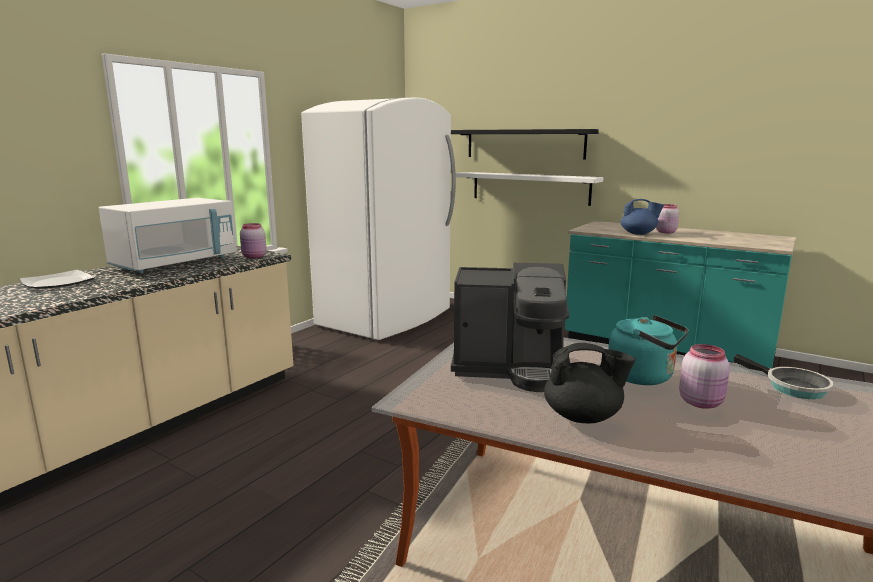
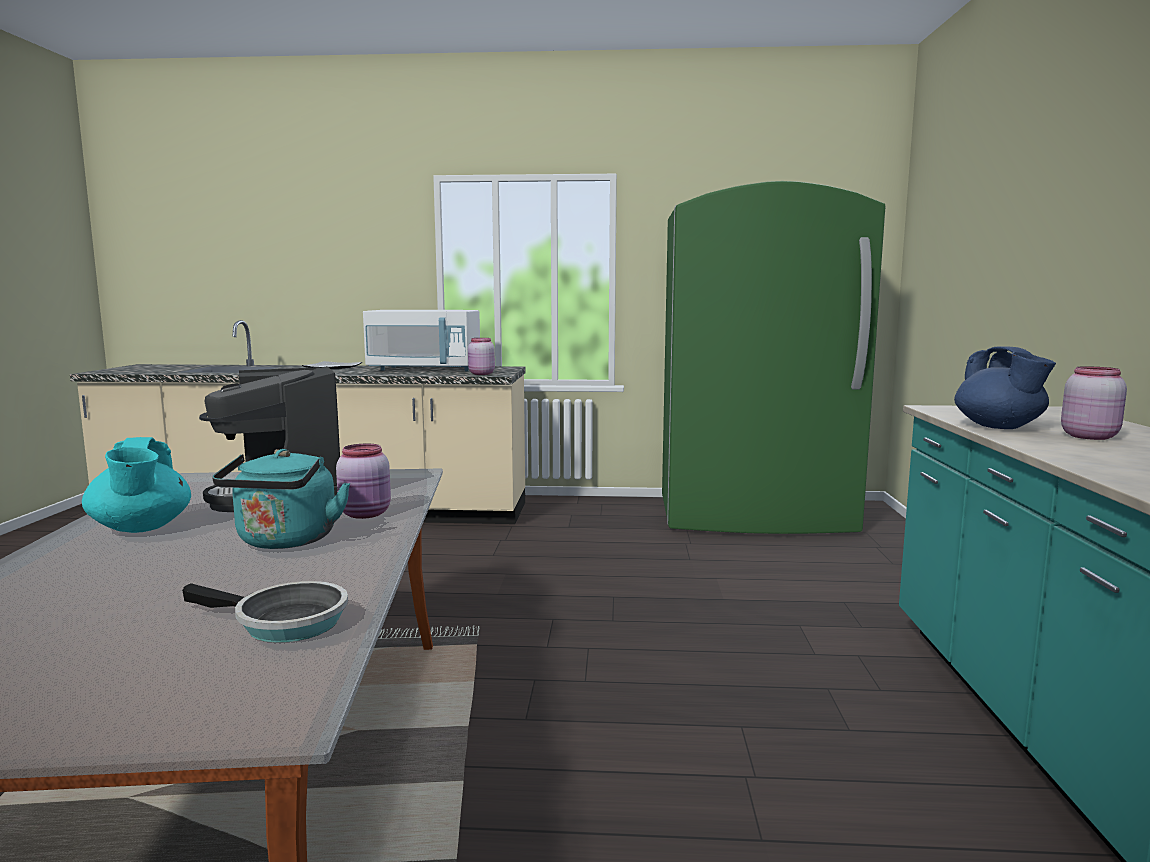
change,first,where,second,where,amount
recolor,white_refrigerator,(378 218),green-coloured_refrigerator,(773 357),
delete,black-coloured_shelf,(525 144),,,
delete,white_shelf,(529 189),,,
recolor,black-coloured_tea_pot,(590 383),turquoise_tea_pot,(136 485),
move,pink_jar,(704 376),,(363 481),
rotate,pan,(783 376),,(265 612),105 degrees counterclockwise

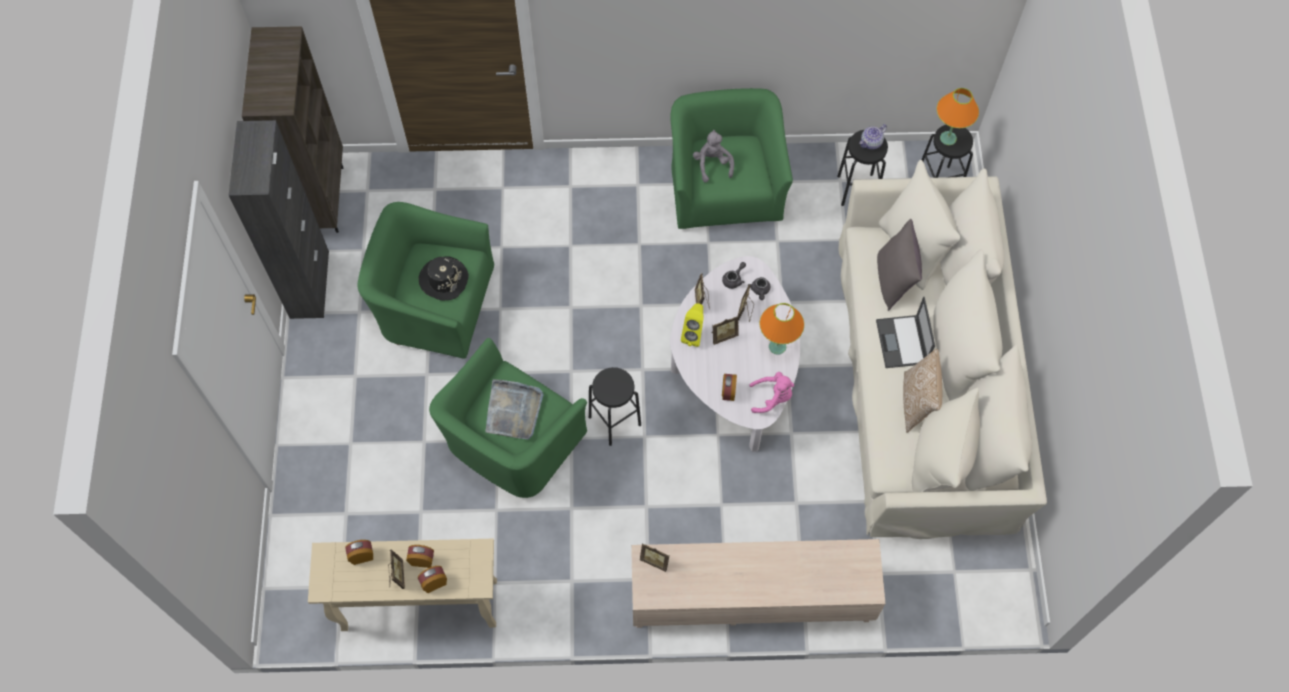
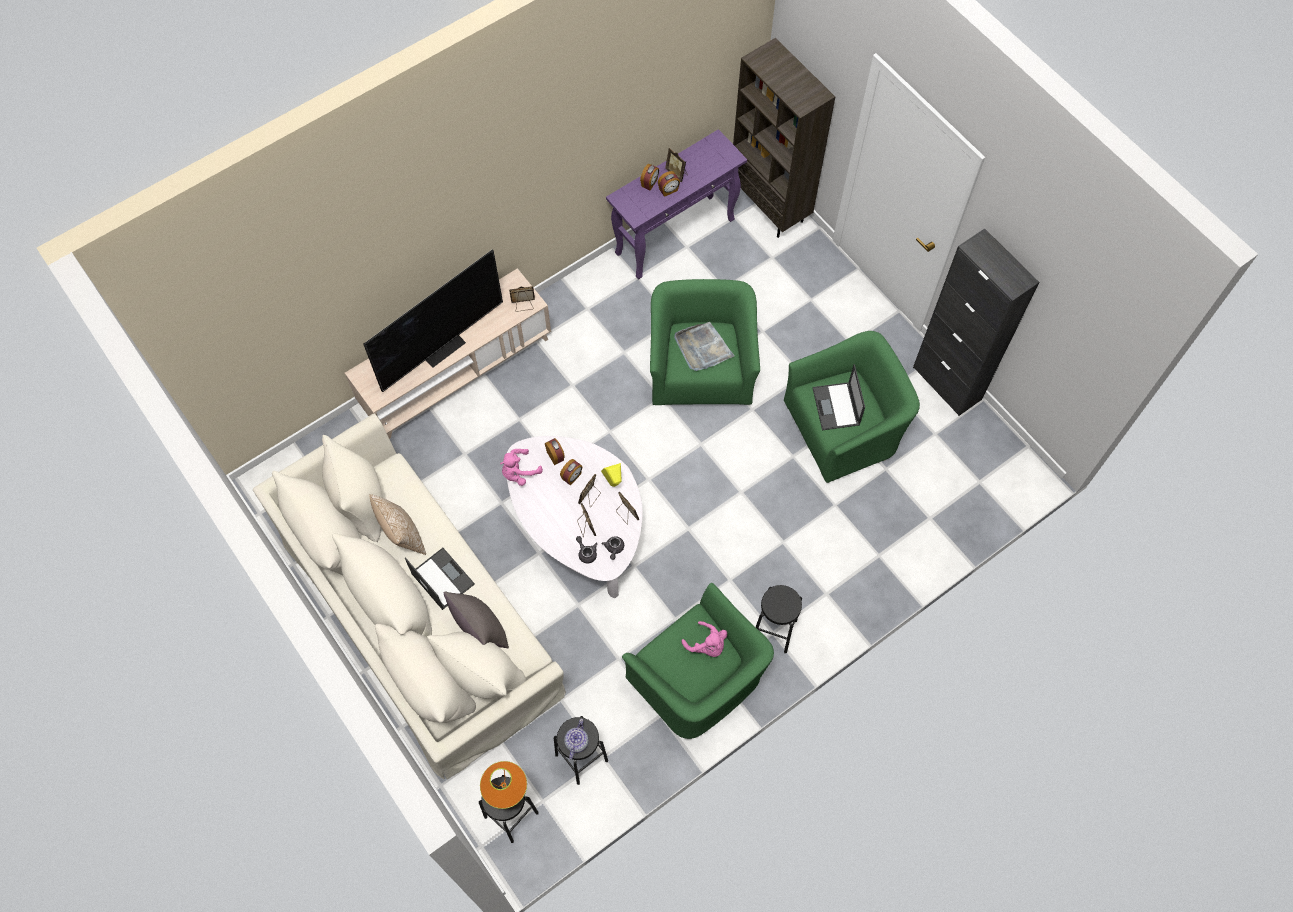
change,first,where,second,where,amount
move,brownish_bookshelf,(292 129),,(784 138),
recolor,gray_soft_toy,(713 156),pink_soft_toy,(704 639),
replace,black-coloured_hat,(444 278),laptop,(839 397),
delete,orangey_tabletop_lamp,(781 329),,,
move,black-coloured_stool,(615 406),,(779 619),
recolor,sand-coloured_narrow_table,(402 585),purplish_narrow_table,(676 204),
move,alarm_clock,(359 552),,(571 472),
insert,,,TV_set,(433 320),

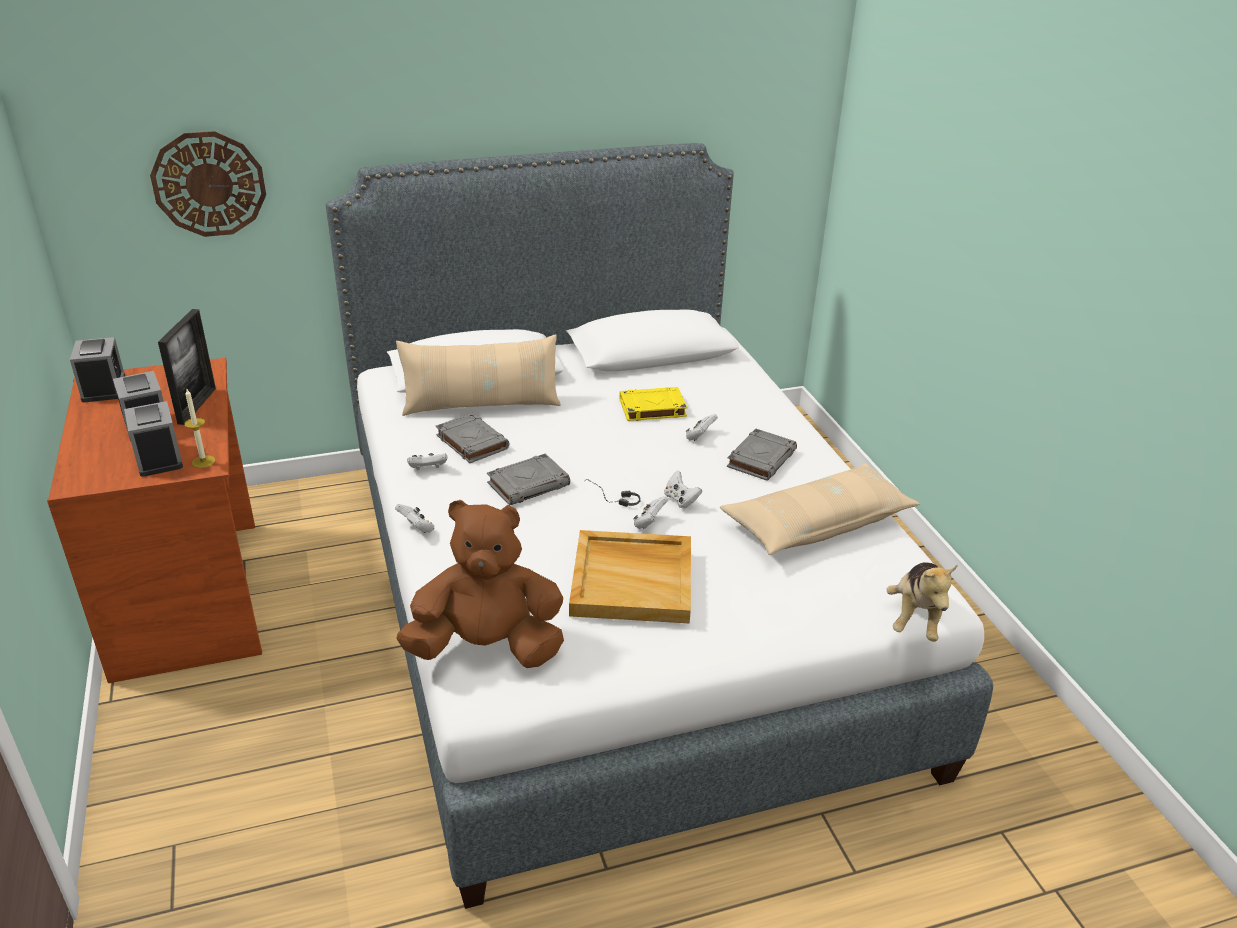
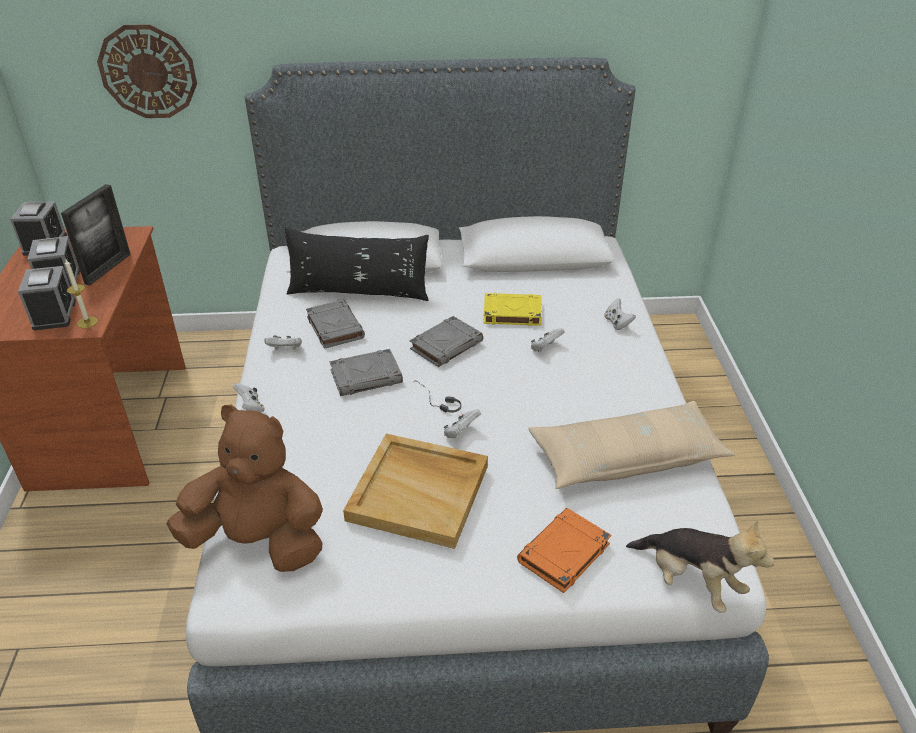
change,first,where,second,where,amount
recolor,sand-coloured_cushion,(478 375),black-coloured_cushion,(356 264),
move,gray_volume,(762 455),,(446 341),
move,white_gamepad,(683 489),,(619 314),
rotate,soft_toy,(922 602),,(700 566),75 degrees counterclockwise
insert,,,orangey_volume,(564 550),

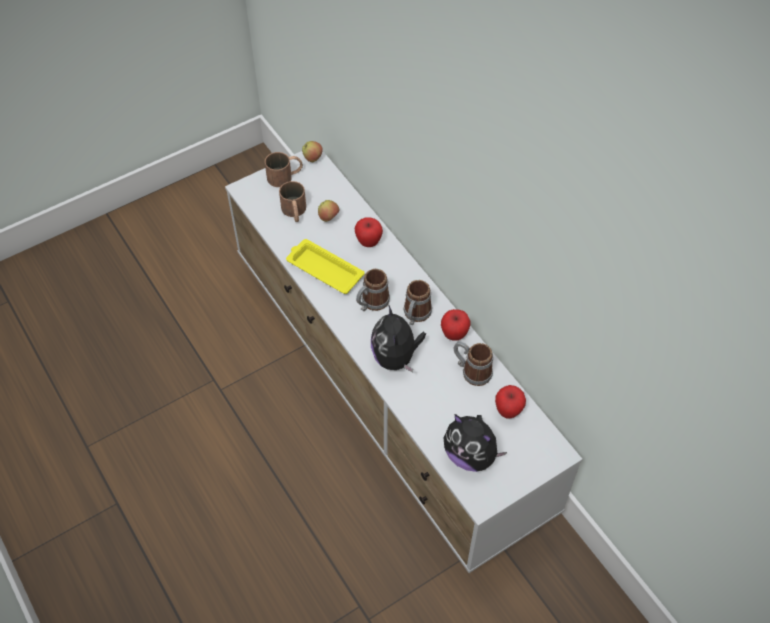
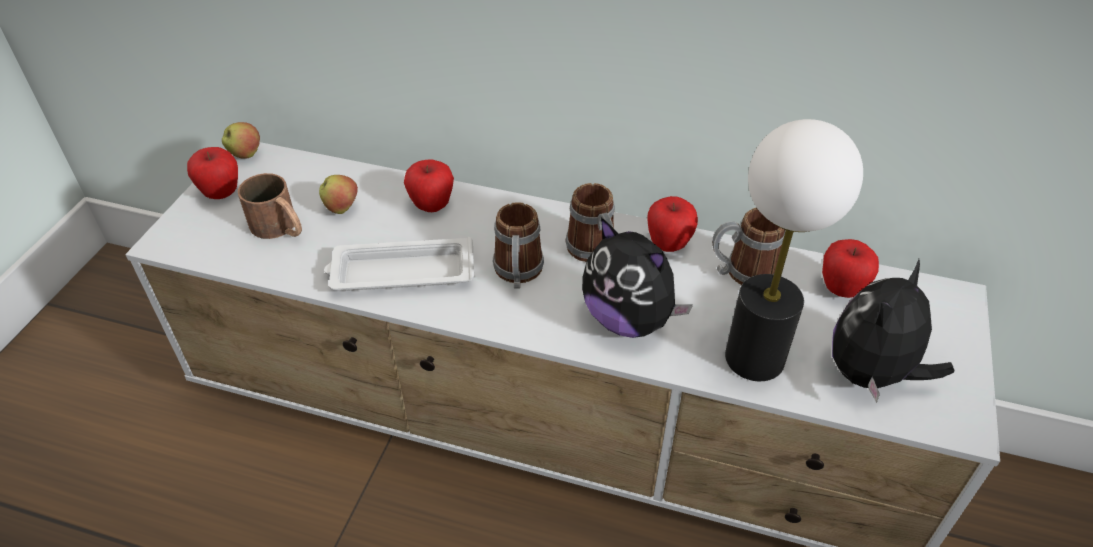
change,first,where,second,where,amount
replace,brownish_tea_mug,(284 169),apple,(212 173),
recolor,yellow-coloured_tray,(325 266),white_tray,(399 264),
rotate,soft_toy,(475 443),,(893 331),135 degrees clockwise
insert,,,tabletop_lamp,(794 250),

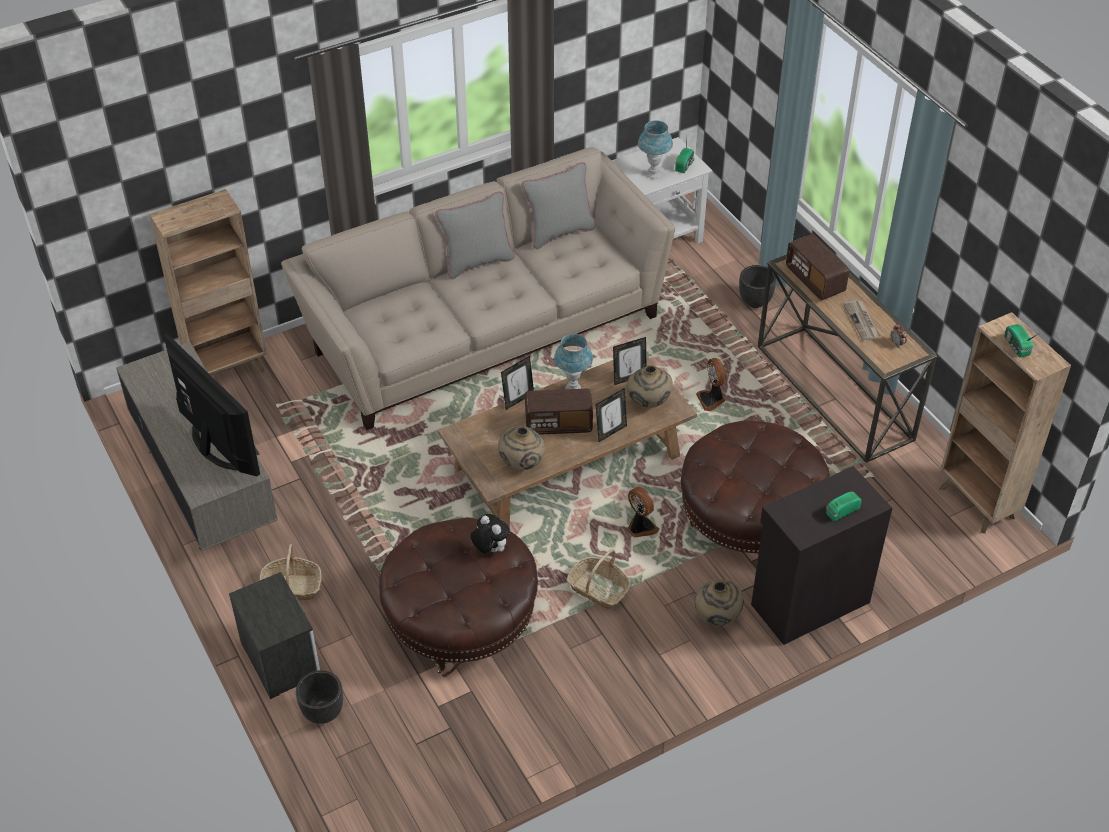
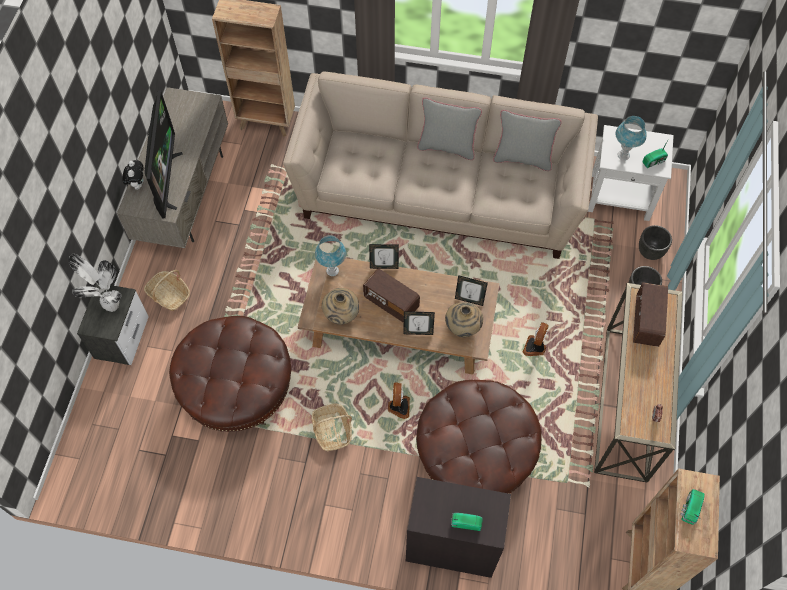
change,first,where,second,where,amount
delete,printed_paper,(862 320),,,
move,blue-coloured_tabletop_lamp,(573 361),,(330 255),
move,soft_toy,(490 533),,(133 175),
delete,sand-coloured_decorative_vase,(719 602),,,
move,black-coloured_flower_pot,(319 697),,(655 242),
insert,,,plant_in_a_pot,(95 283),

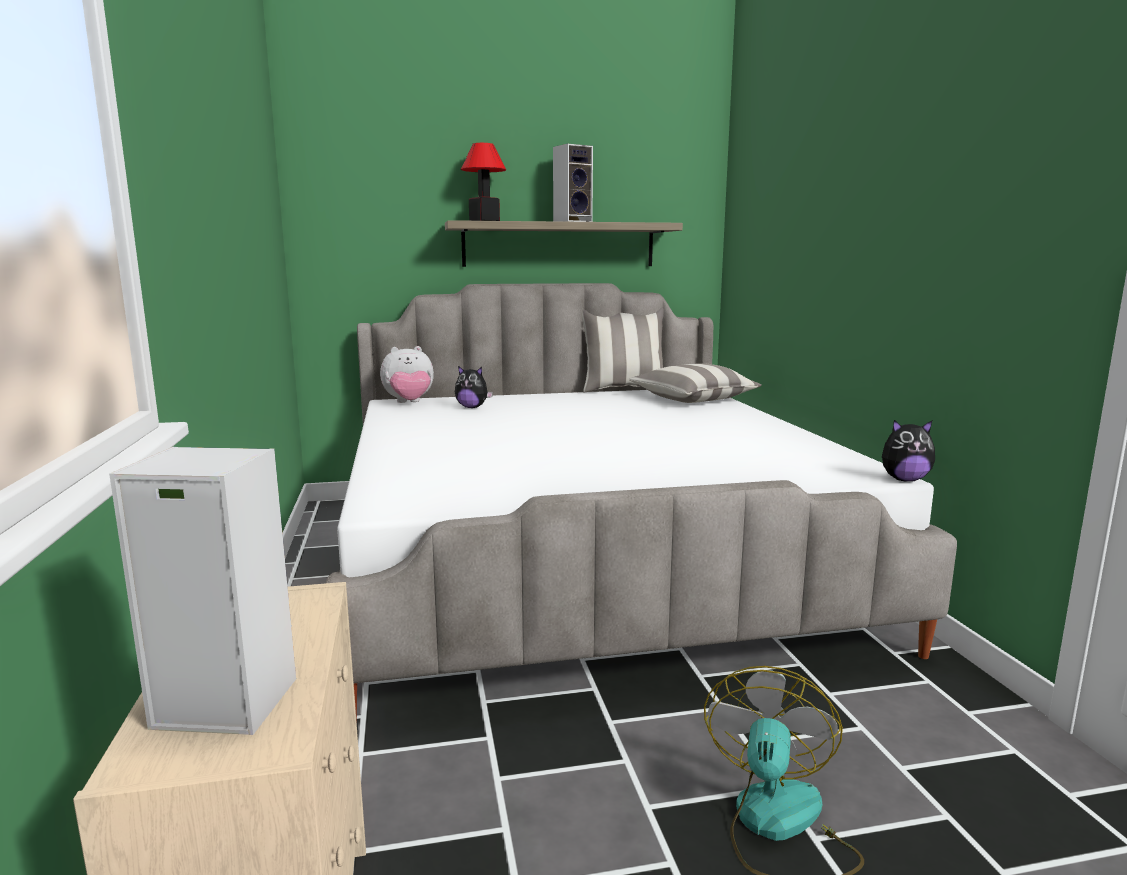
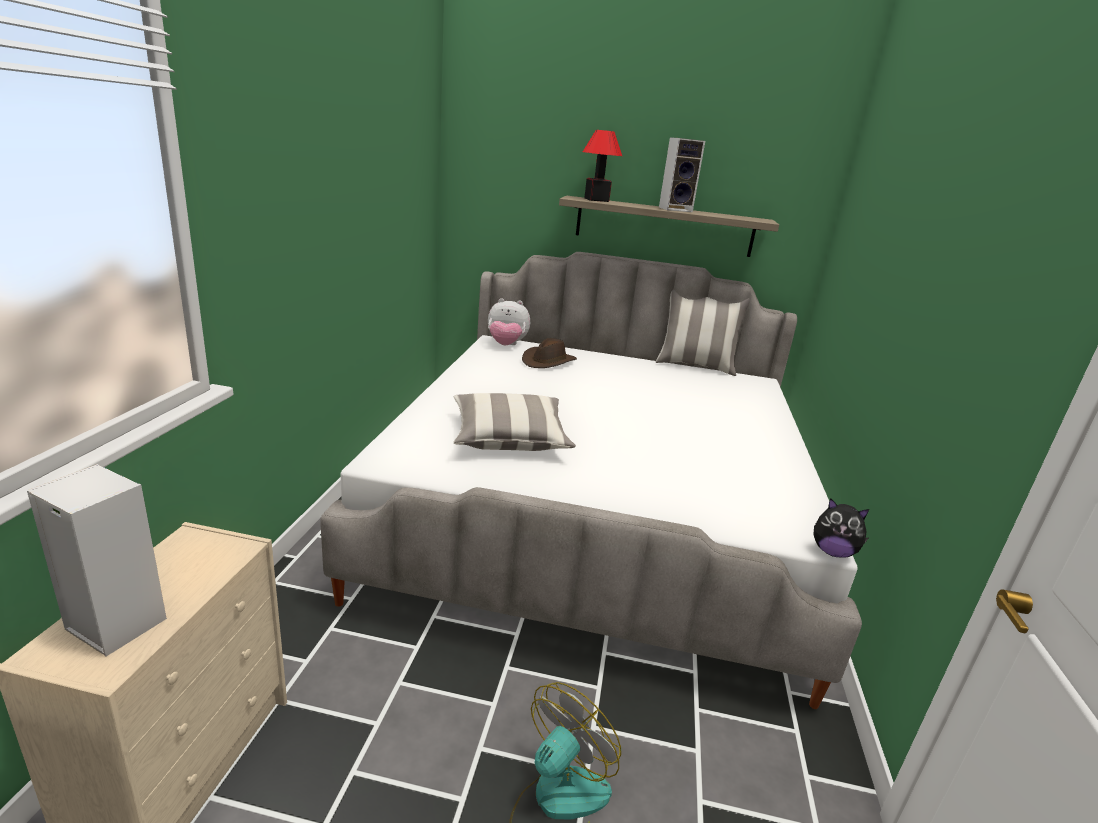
change,first,where,second,where,amount
move,cushion,(695 383),,(514 422),
replace,soft_toy,(474 387),brownish_hat,(549 353),

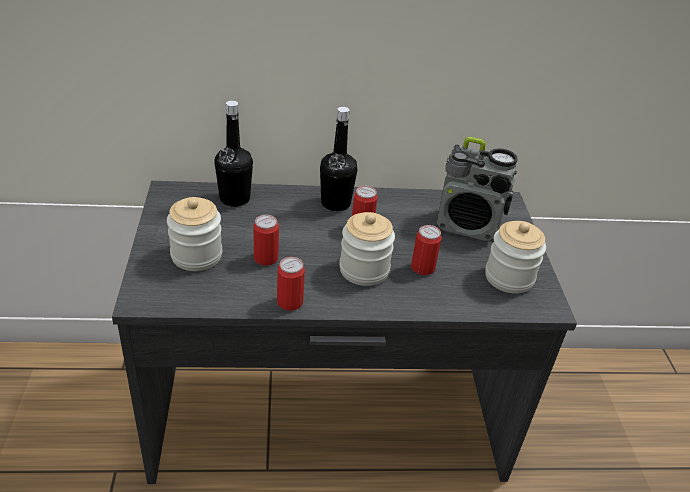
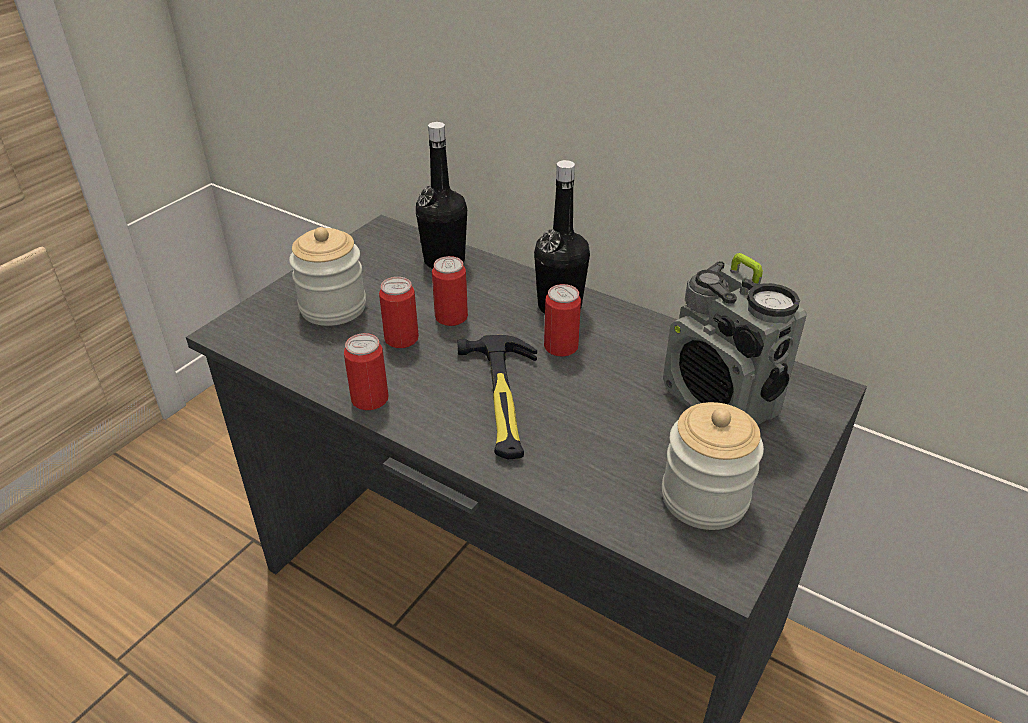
change,first,where,second,where,amount
replace,jar,(367 249),hand_hammer,(497 397),
move,sealed_can,(426 250),,(450 291),

